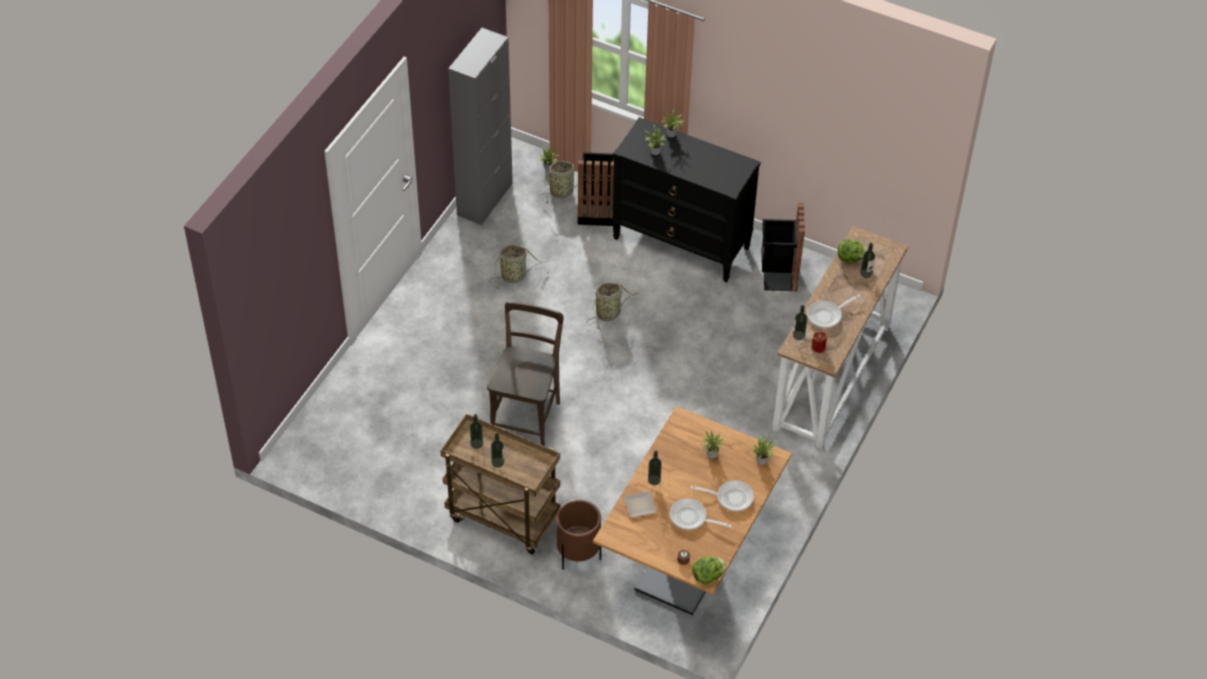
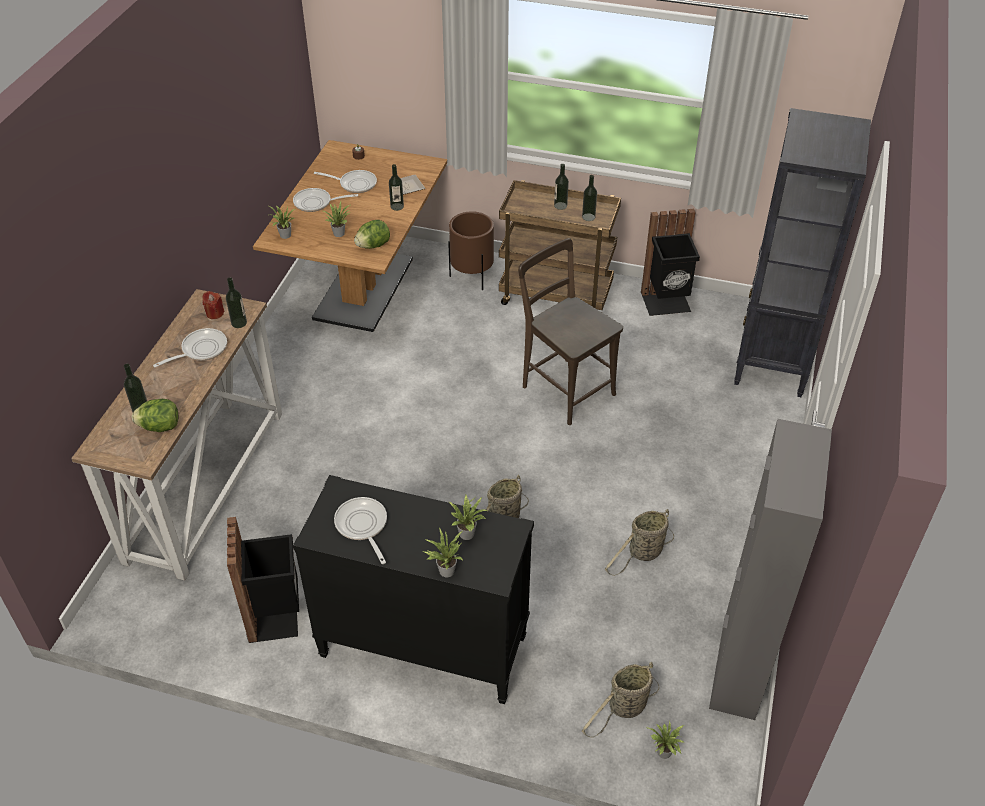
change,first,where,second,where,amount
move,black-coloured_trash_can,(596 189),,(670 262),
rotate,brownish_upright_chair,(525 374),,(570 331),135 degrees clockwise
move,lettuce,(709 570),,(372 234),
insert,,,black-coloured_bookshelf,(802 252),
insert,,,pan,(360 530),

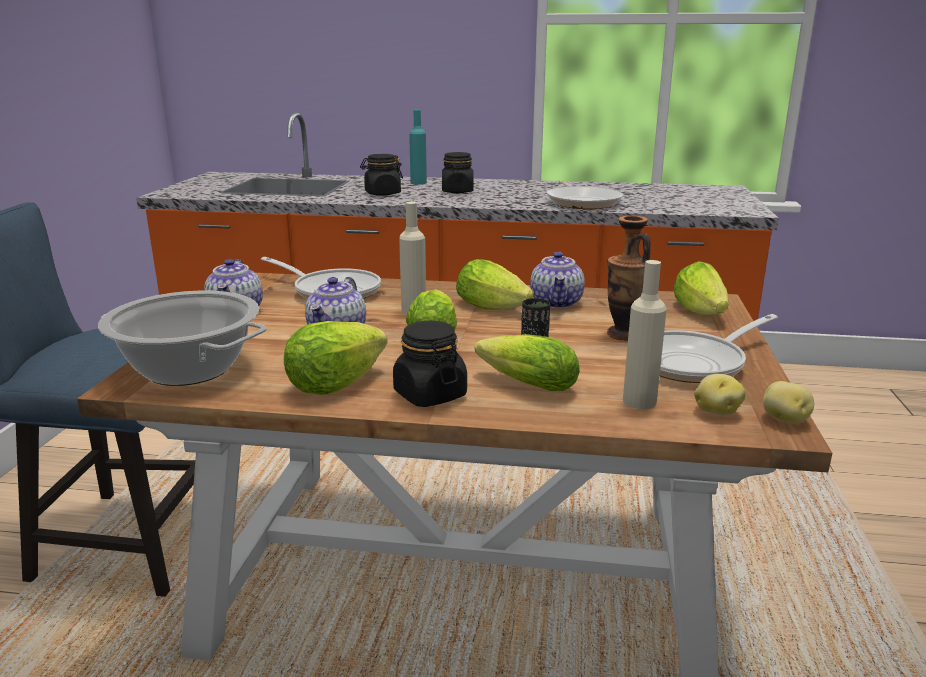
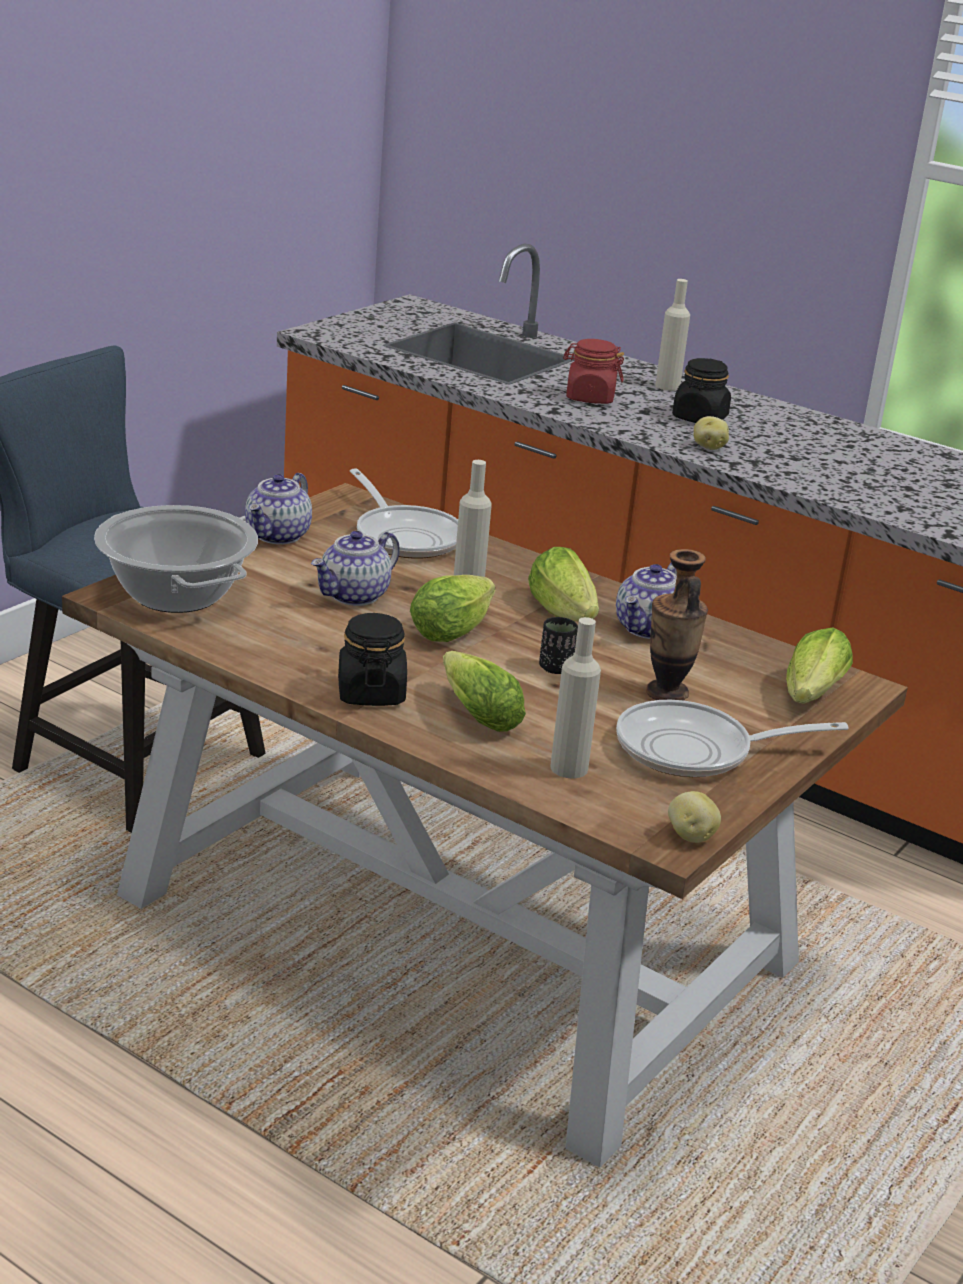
change,first,where,second,where,amount
recolor,turquoise_bottle,(418 147),sand-coloured_bottle,(672 335),
recolor,black-coloured_jar,(381 175),red_jar,(593 371),
delete,pan,(585 195),,,
delete,lettuce,(335 358),,,
move,whole_potato,(720 395),,(711 433),

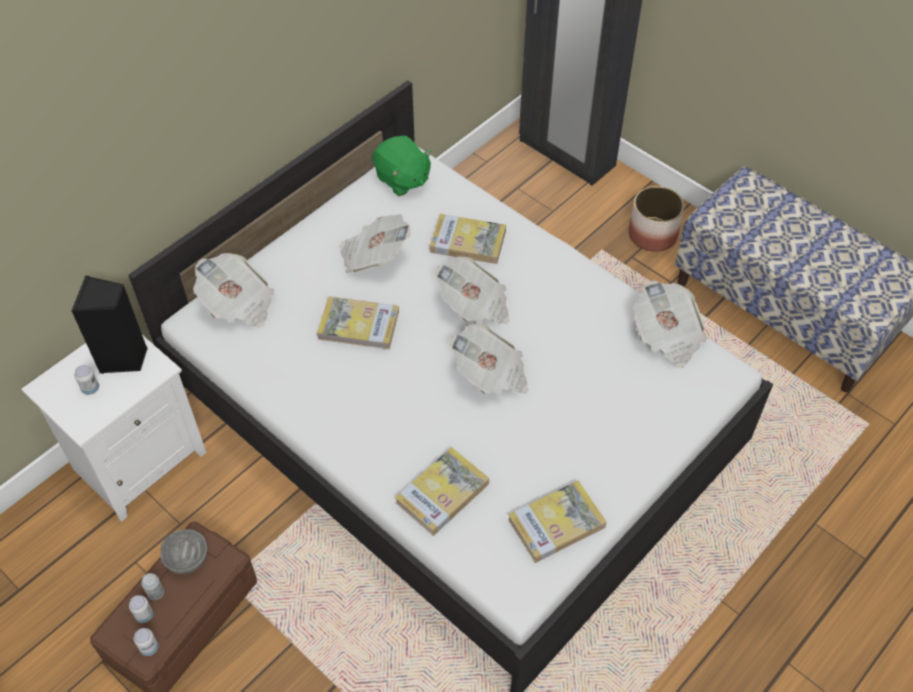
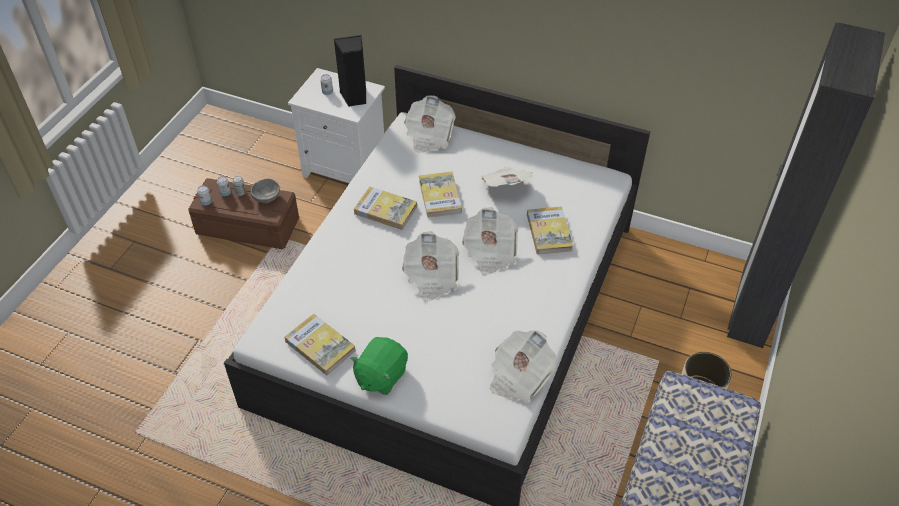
change,first,where,second,where,amount
move,green-coloured_soft_toy,(402 165),,(379 366),
move,volume,(442 491),,(386 208),

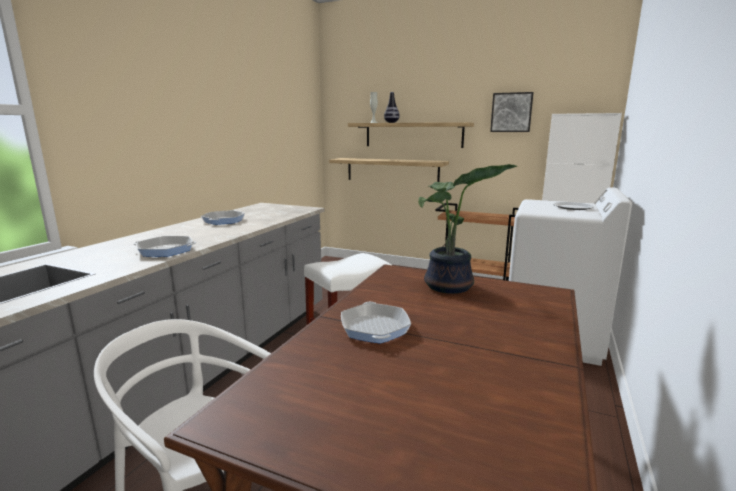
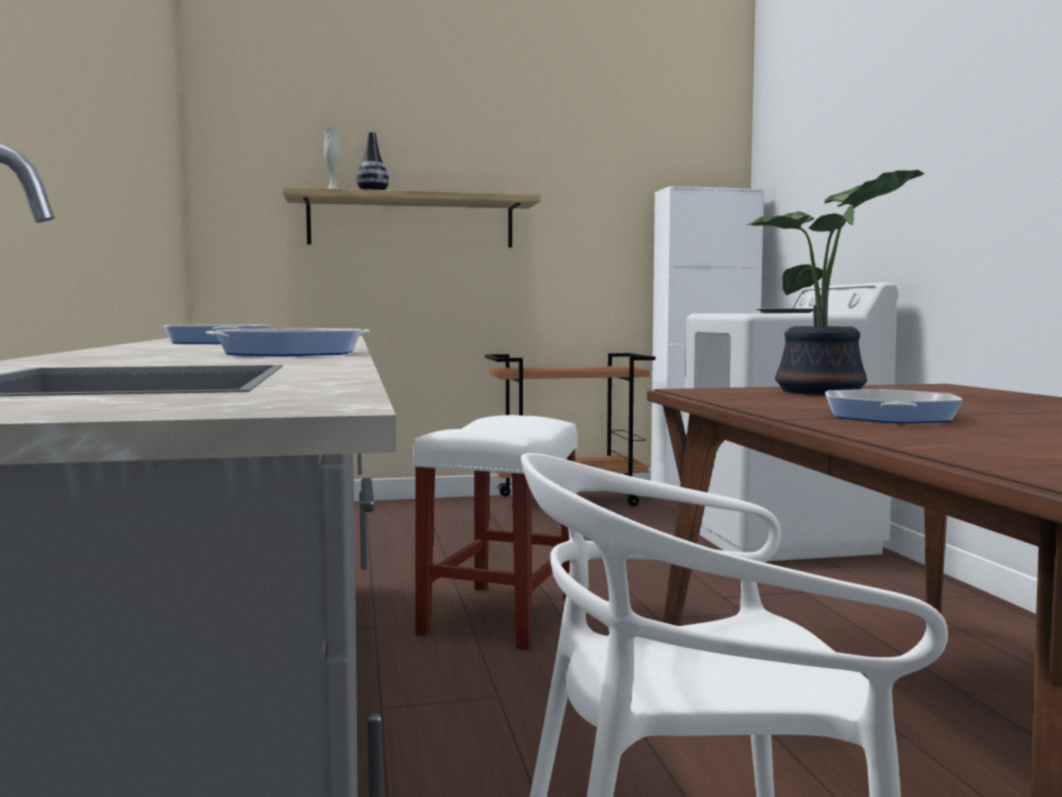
change,first,where,second,where,amount
delete,wall_art,(512 112),,,
delete,shelf,(389 170),,,
rotate,pan,(376 323),,(893 406),60 degrees clockwise

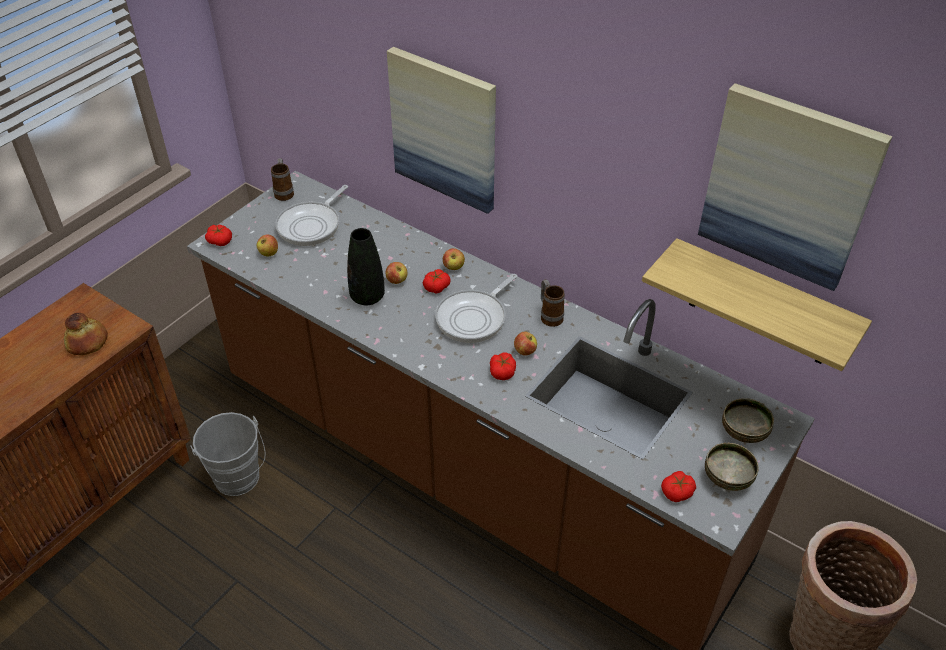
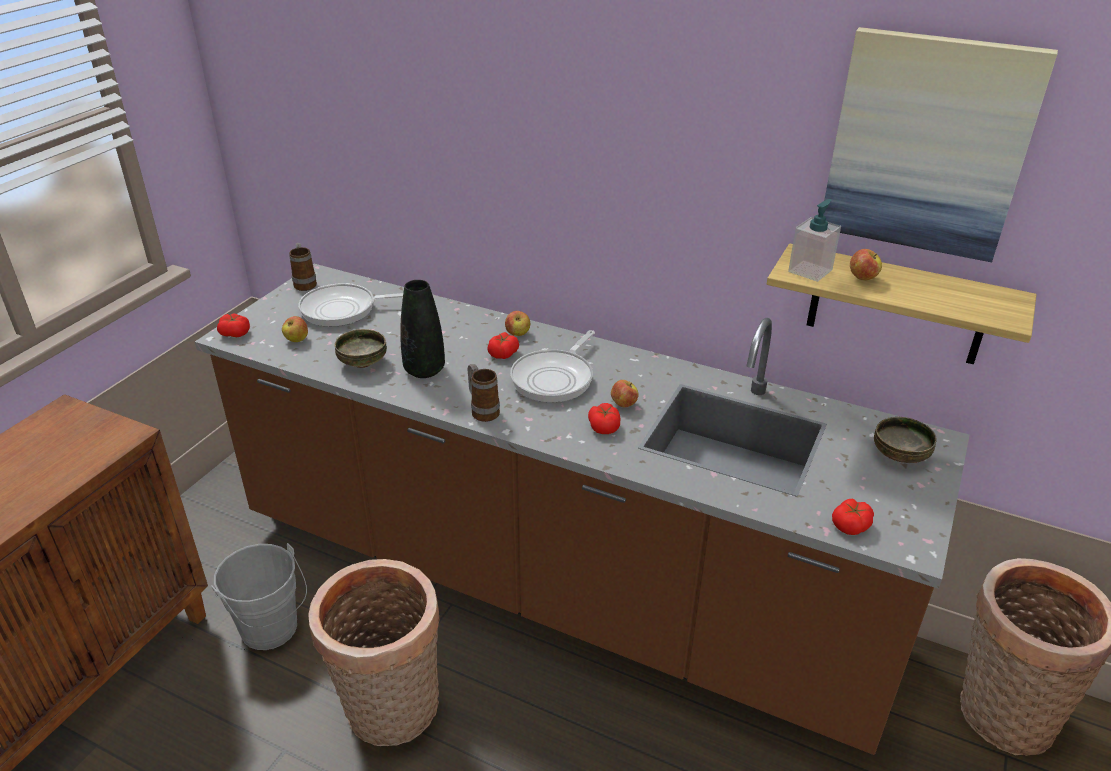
change,first,where,second,where,amount
delete,wall_art,(441 130),,,
rotate,pan,(311 215),,(350 305),60 degrees clockwise
move,apple,(396 273),,(866 264),
move,tea_mug,(553 303),,(483 393),
delete,bread,(86 334),,,
move,bowl,(732 467),,(361 348),
insert,,,soap_dispenser,(814 240),
insert,,,storage_basket,(373 652),

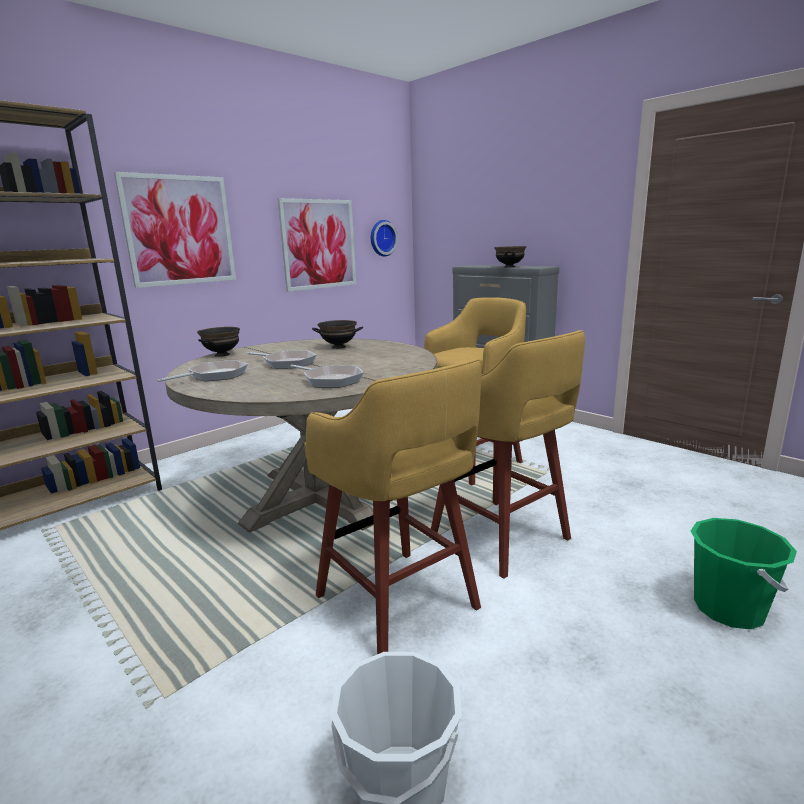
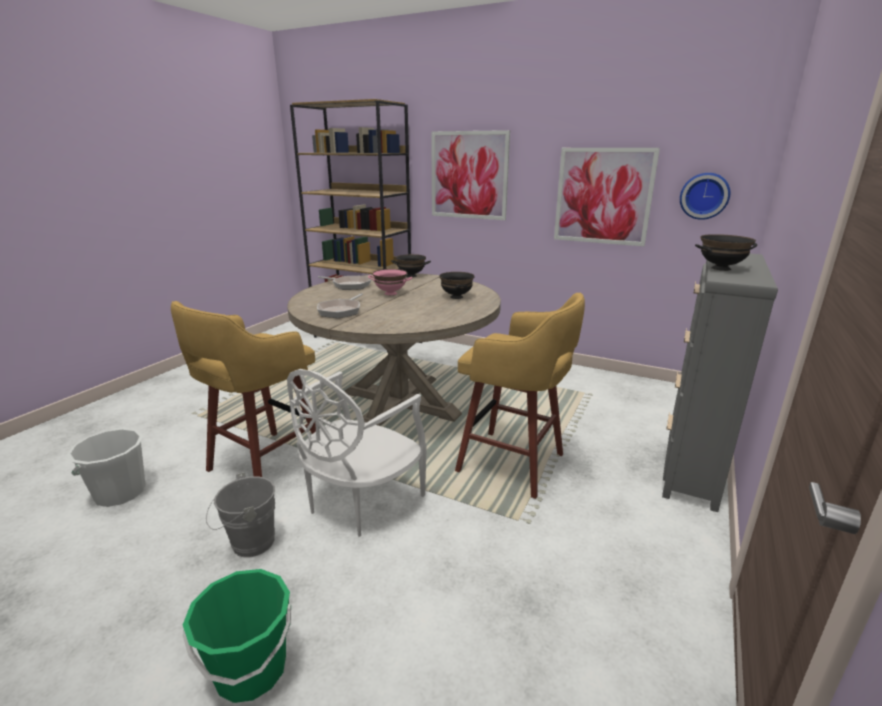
change,first,where,second,where,amount
replace,yellow-coloured_stool,(508 454),white_upright_chair,(357 453),
replace,pan,(281 359),pink_bowl,(390 282),
insert,,,gray_water_bucket,(240 514),

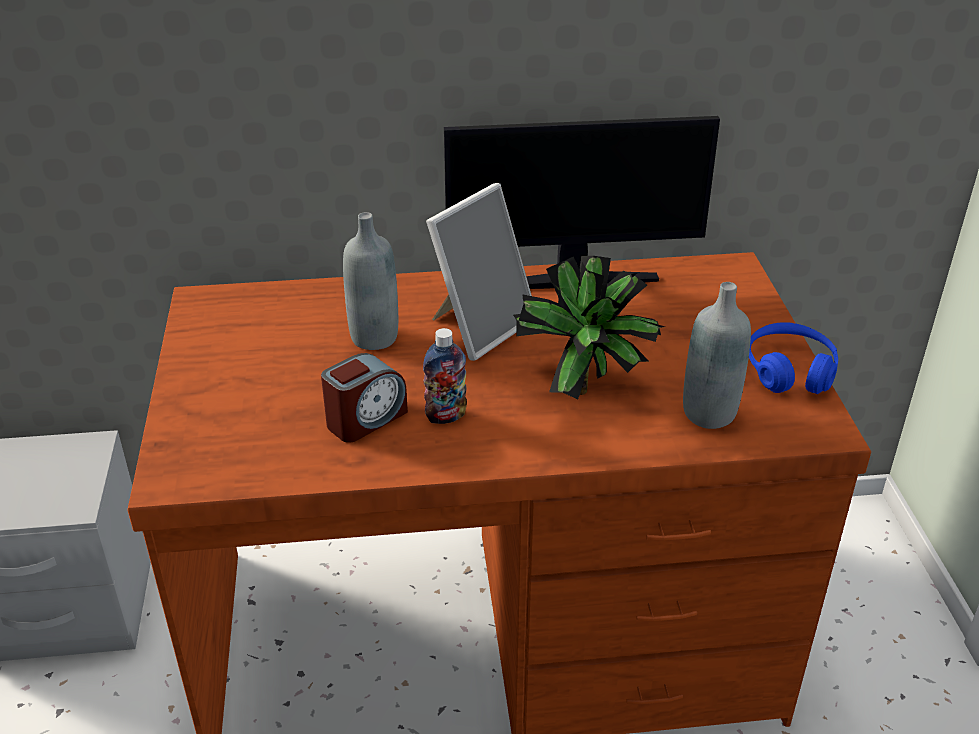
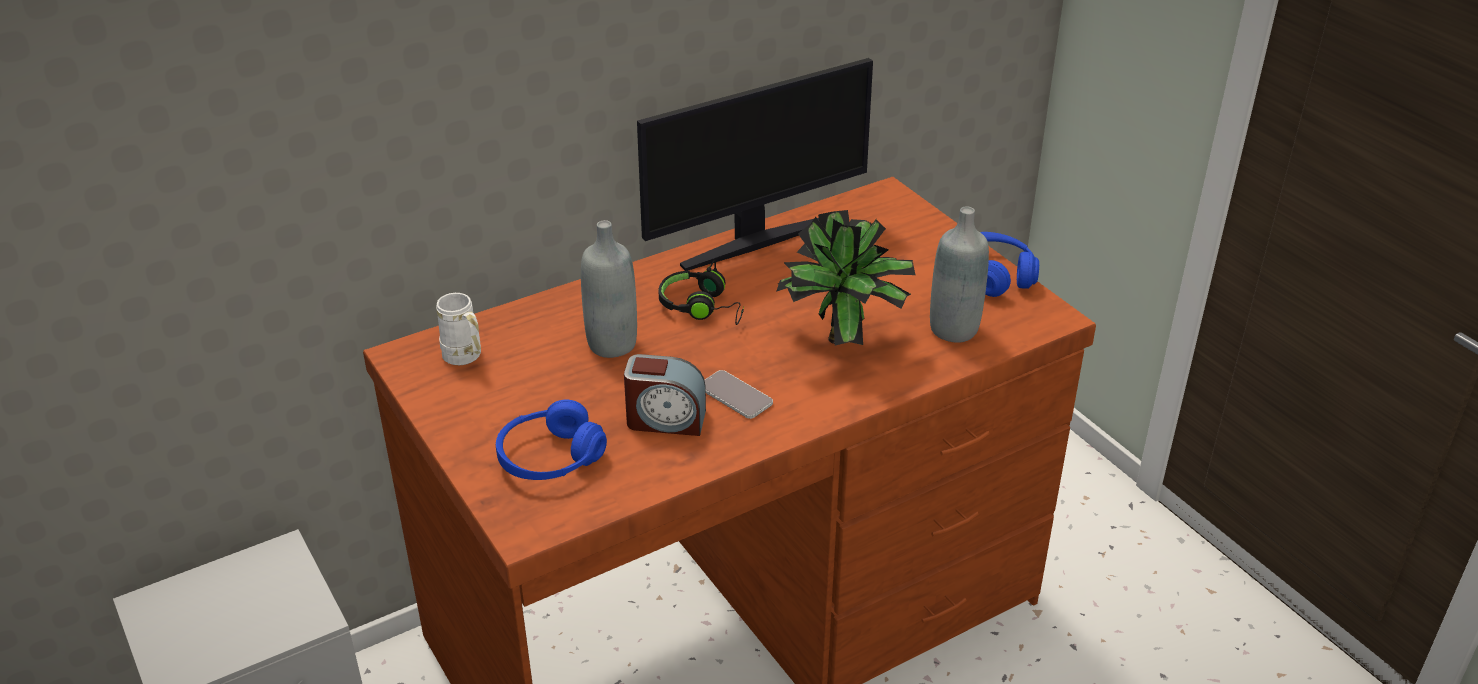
change,first,where,second,where,amount
replace,standing_frame,(479 272),black-coloured_headset,(701 292),
replace,bottle,(445 376),telephone,(739 394),
rotate,alarm_clock,(364 398),,(665 395),75 degrees clockwise
insert,,,white_tea_mug,(458 329),
insert,,,blue-coloured_headset,(551 440),

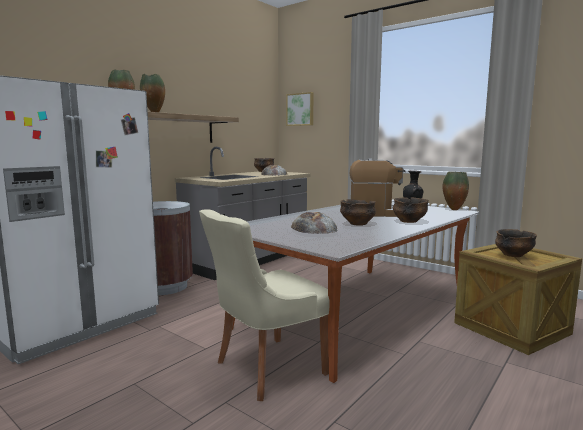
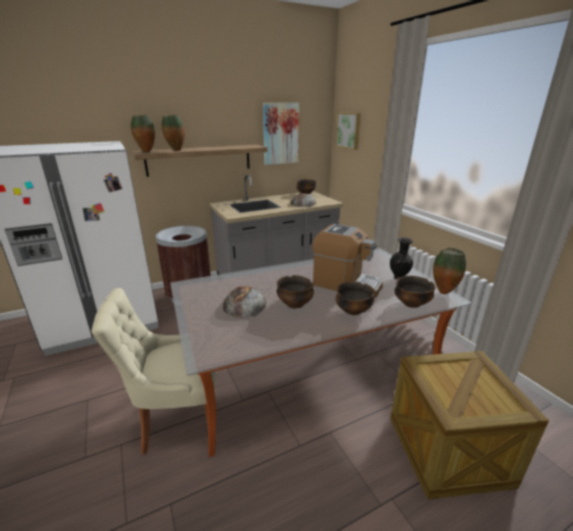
change,first,where,second,where,amount
move,bowl,(516 243),,(415 292),
insert,,,wall_art,(281 134),

